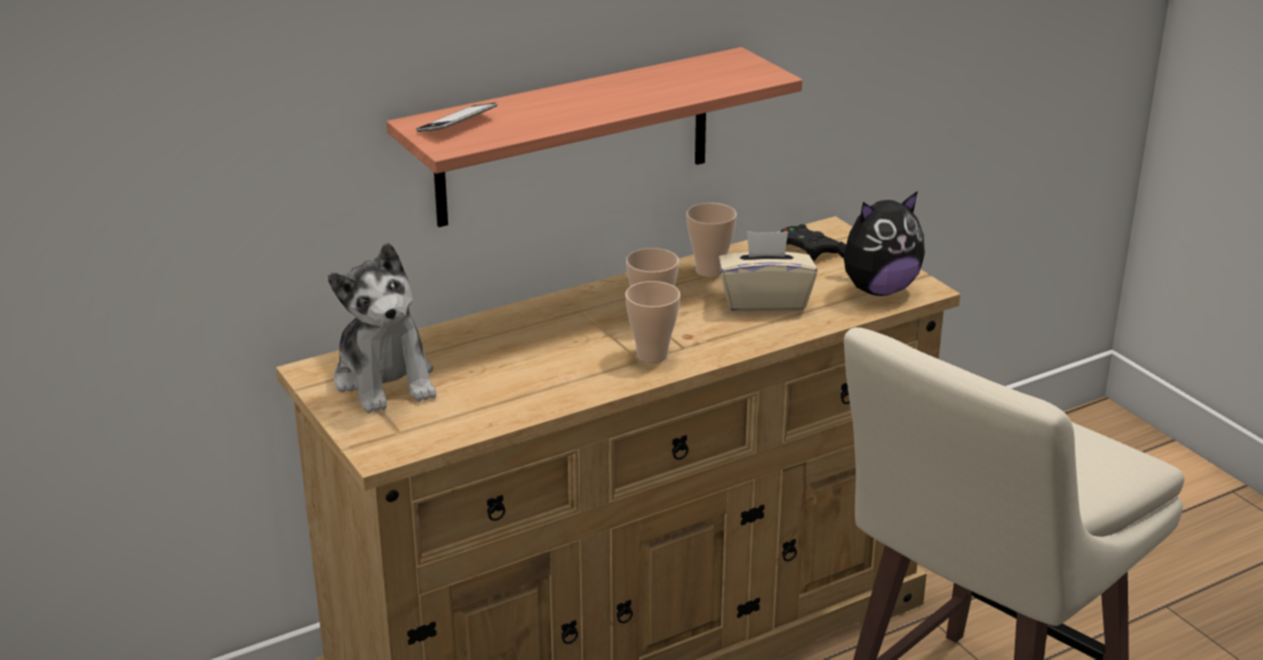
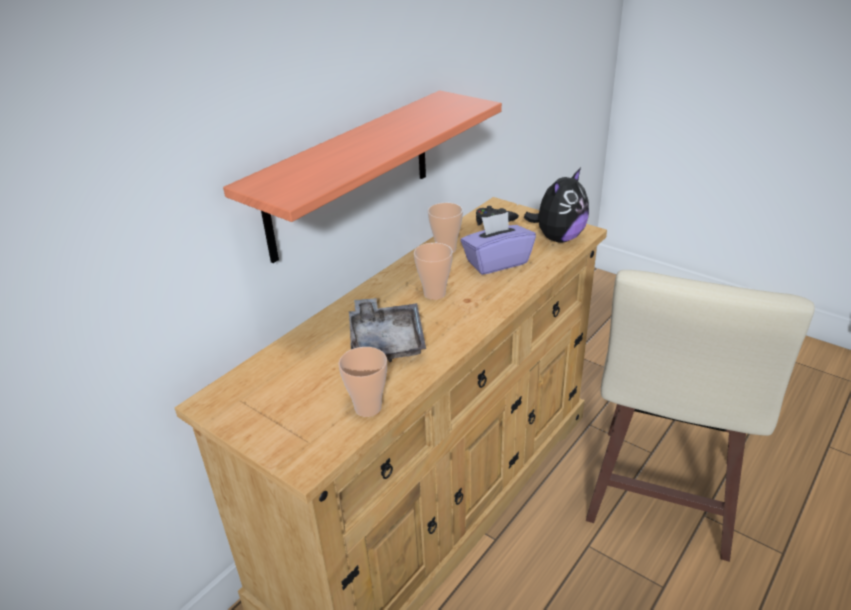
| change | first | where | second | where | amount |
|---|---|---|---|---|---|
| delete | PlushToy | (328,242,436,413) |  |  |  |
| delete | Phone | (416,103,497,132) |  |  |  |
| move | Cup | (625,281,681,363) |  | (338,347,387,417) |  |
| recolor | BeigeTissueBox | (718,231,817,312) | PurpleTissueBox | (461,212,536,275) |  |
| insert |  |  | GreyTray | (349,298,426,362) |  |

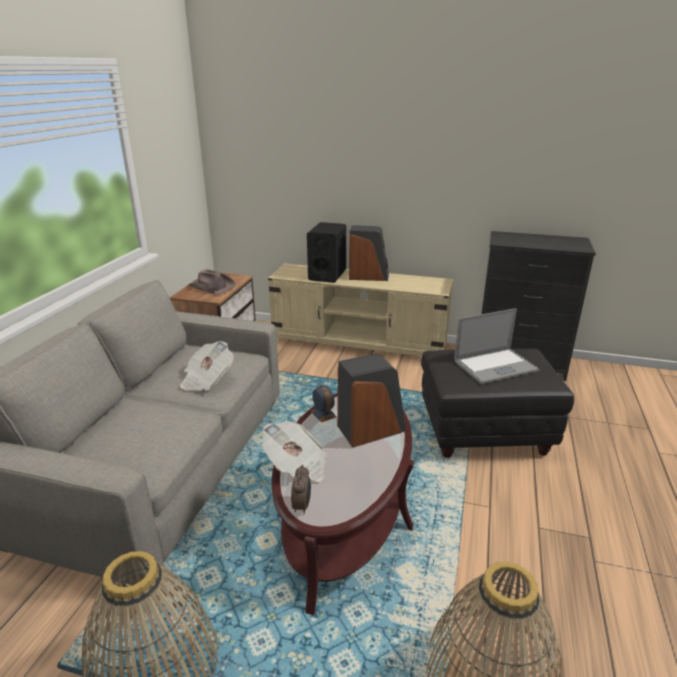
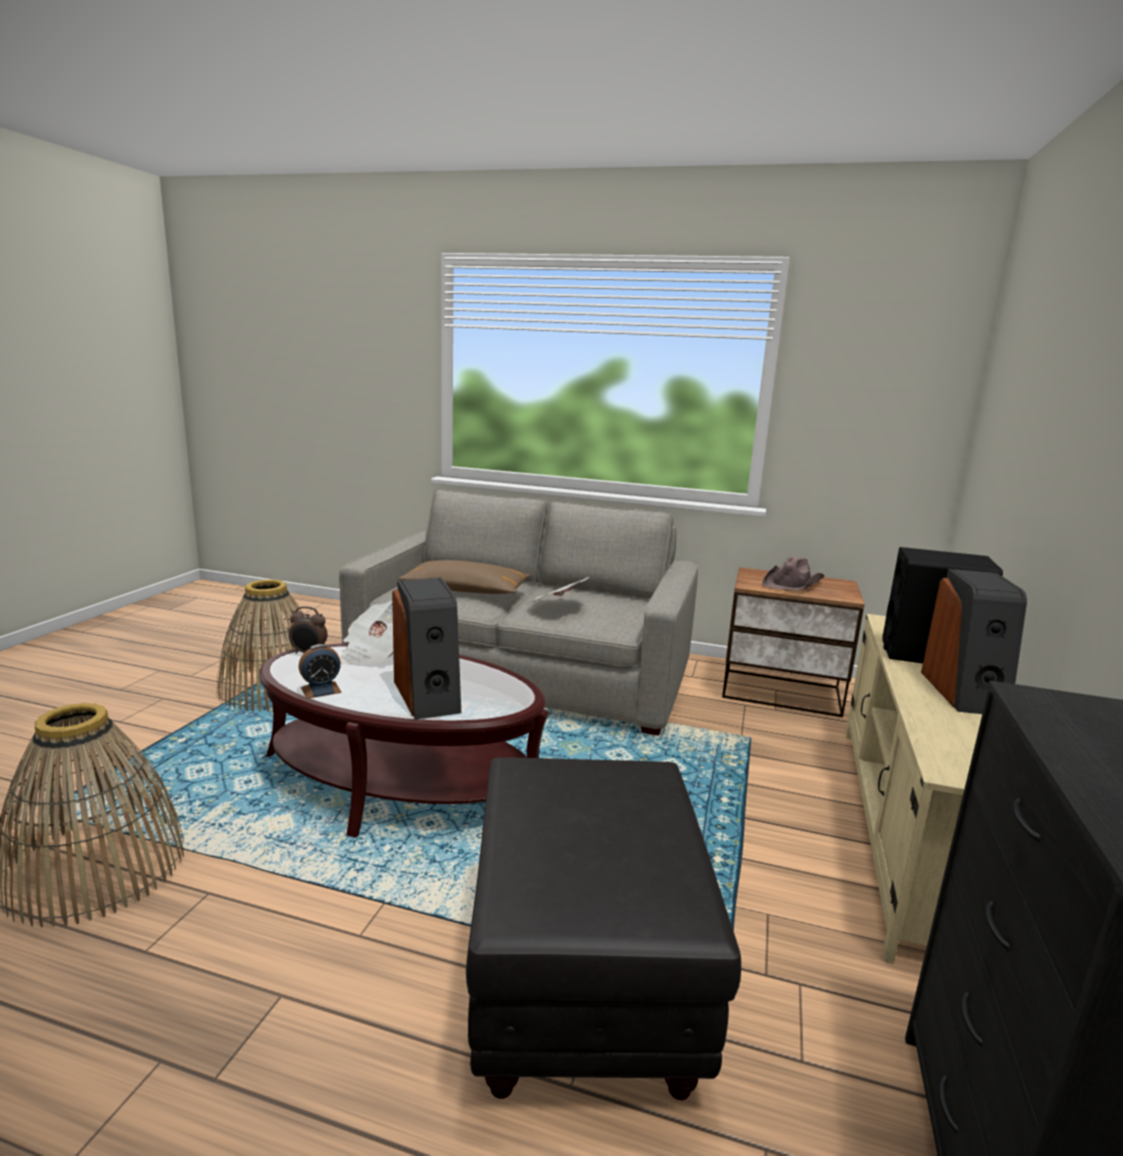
| change | first | where | second | where | amount |
|---|---|---|---|---|---|
| move | AlarmClock | (311,385,337,422) |  | (299,644,342,699) |  |
| delete | Laptop | (454,308,540,384) |  |  |  |
| insert |  |  | BrownPillow | (398,560,531,594) |  |

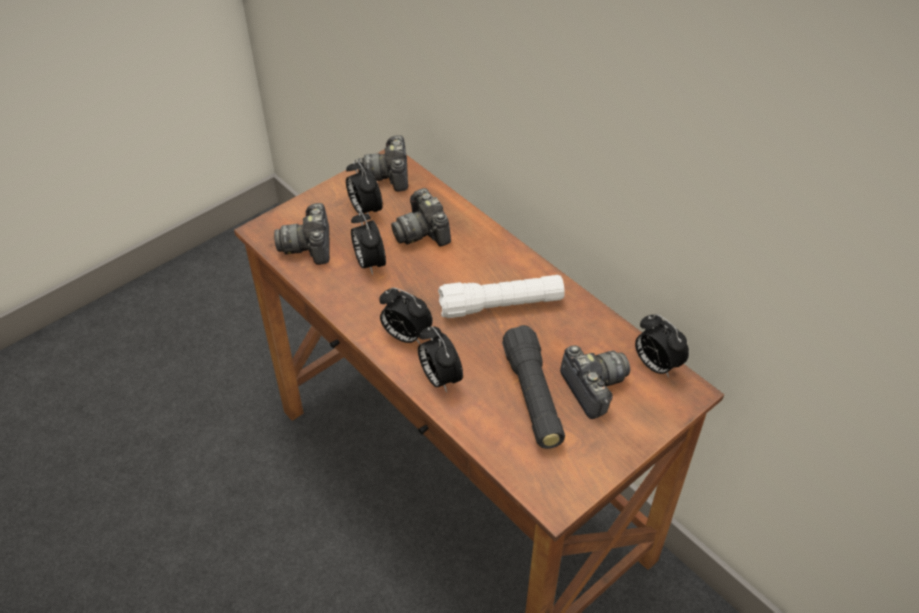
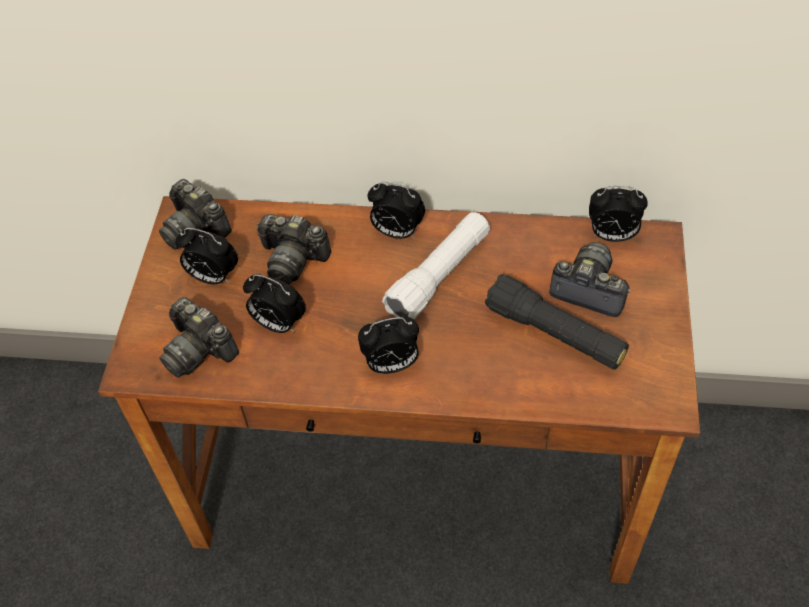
| change | first | where | second | where | amount |
|---|---|---|---|---|---|
| move | AlarmClock | (418,326,463,393) |  | (368,182,425,239) |  |

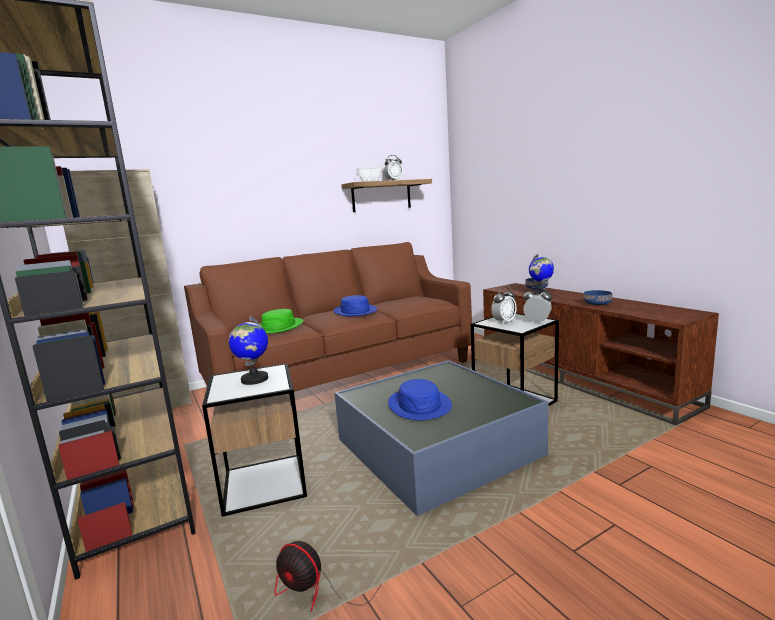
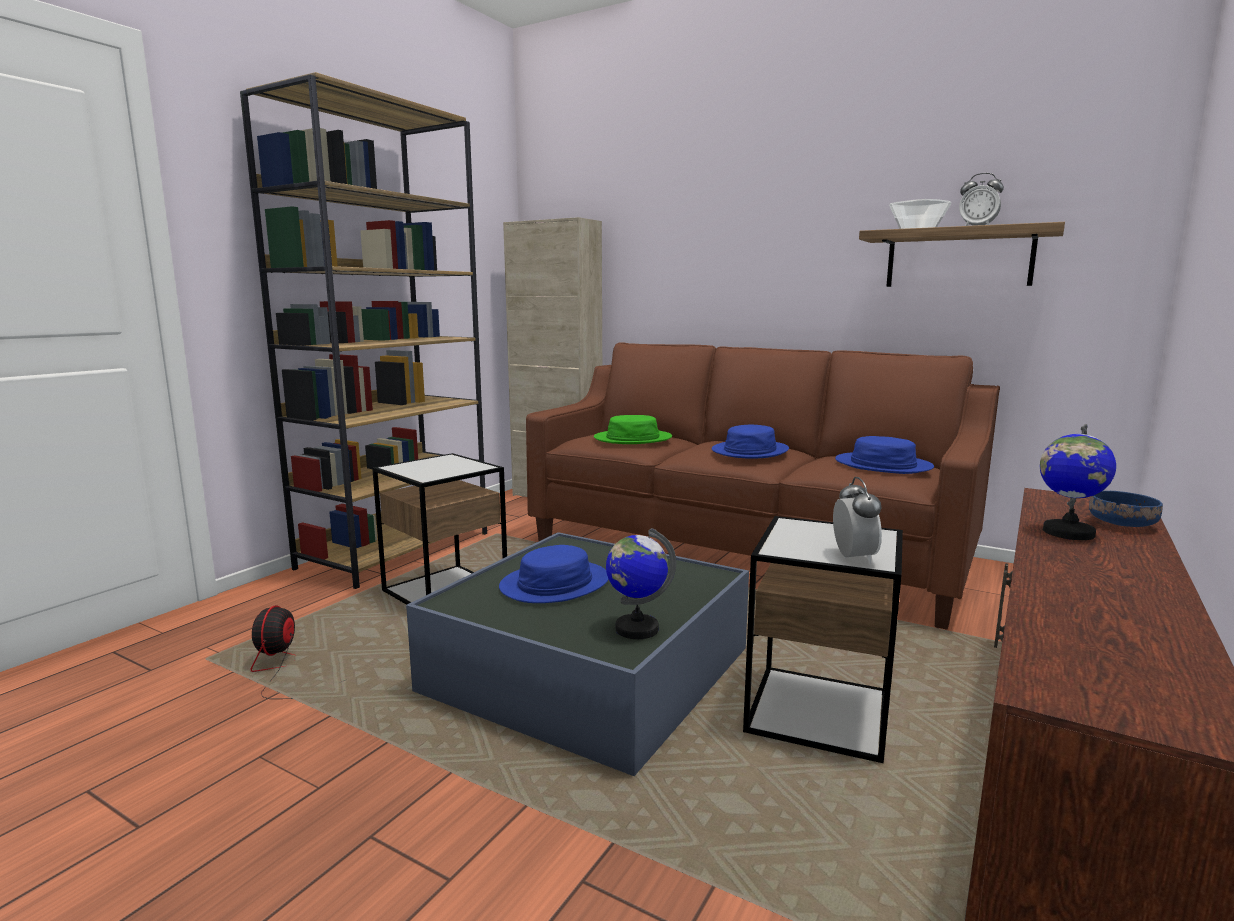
| change | first | where | second | where | amount |
|---|---|---|---|---|---|
| move | Globe | (229,316,268,385) |  | (606,528,676,639) |  |
| delete | AlarmClock | (491,287,517,324) |  |  |  |
| delete | BlueBowl | (583,290,613,305) |  |  |  |
| insert |  |  | BlueHat | (835,436,934,474) |  |

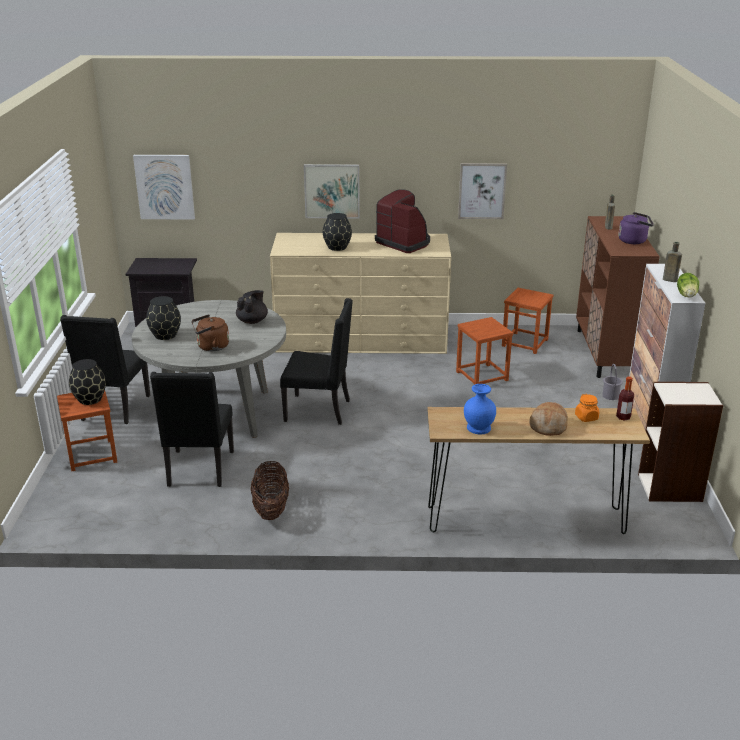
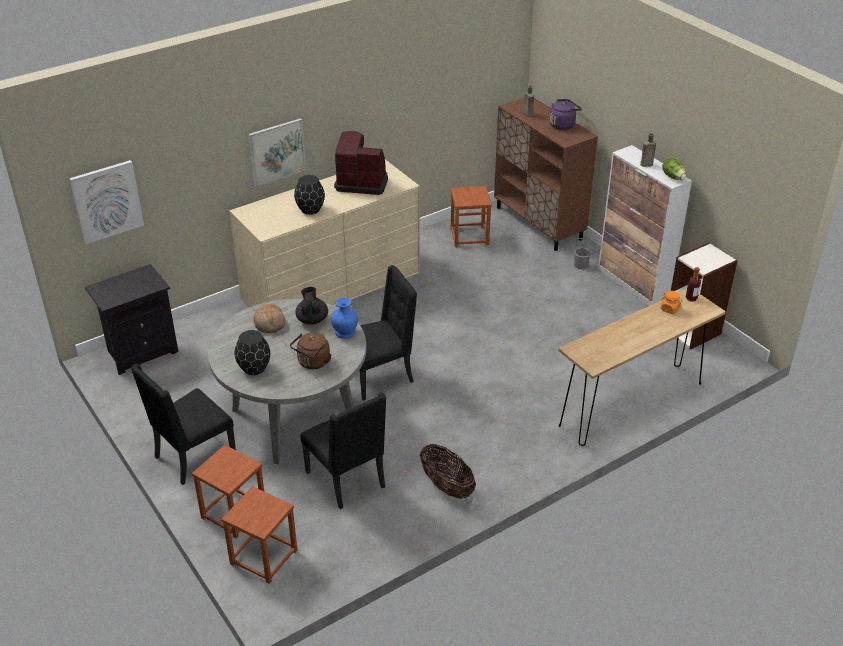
| change | first | where | second | where | amount |
|---|---|---|---|---|---|
| rotate | BlackChair | (60,315,150,424) |  | (131,364,236,485) | 75 degrees clockwise |
| delete | BlackVase | (69,359,106,405) |  |  |  |
| move | BrownStool | (456,317,513,385) |  | (221,486,298,584) |  |
| delete | Picture | (458,163,507,219) |  |  |  |
| move | BlueVase | (464,384,496,434) |  | (331,298,358,339) |  |
| move | Bread | (529,402,568,436) |  | (253,303,286,333) |  |

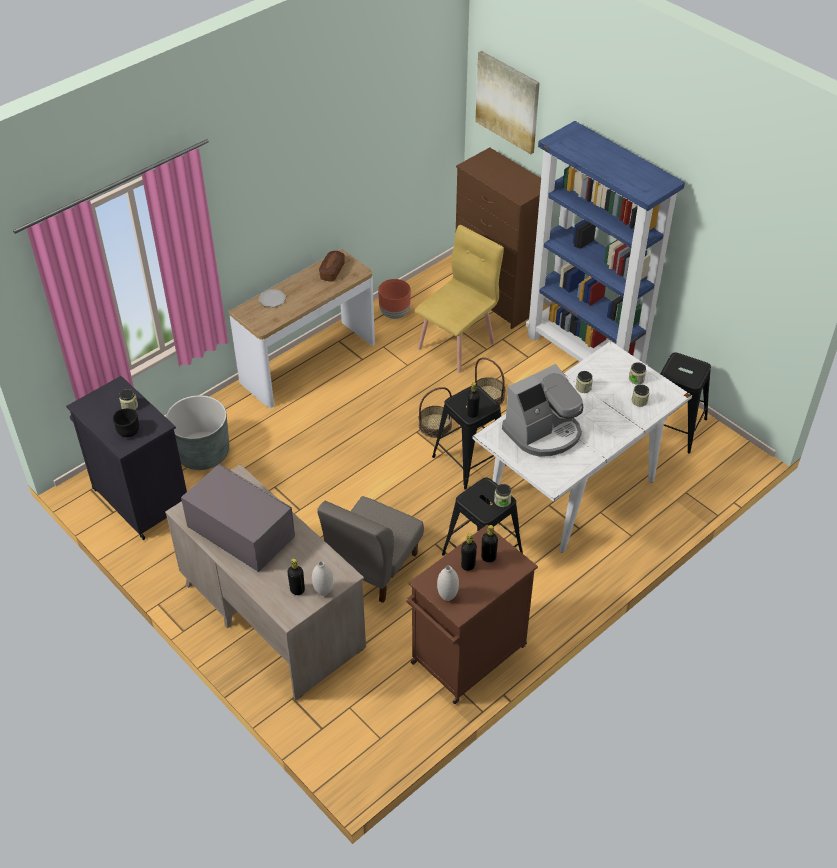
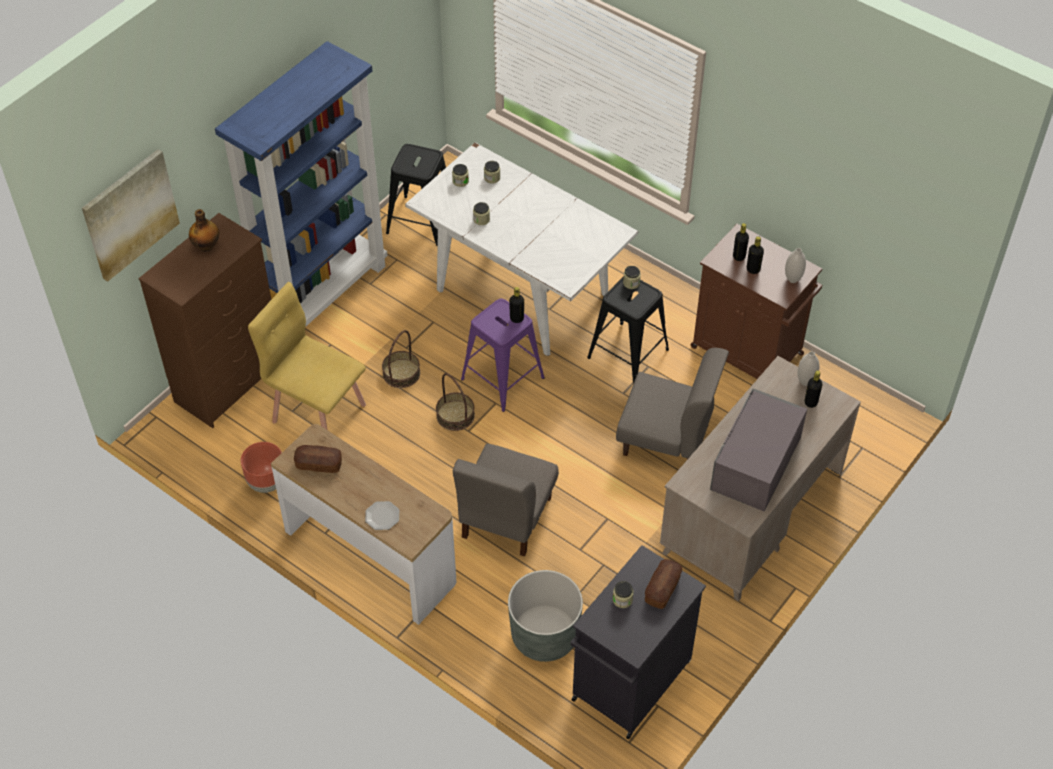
| change | first | where | second | where | amount |
|---|---|---|---|---|---|
| replace | BlackBowl | (113,408,139,437) | Bread | (645,559,682,609) |  |
| recolor | BlackStool | (432,385,507,490) | PurpleStool | (461,298,545,412) |  |
| delete | CoffeeMachine | (502,364,583,457) |  |  |  |
| insert |  |  | Bottle | (189,209,219,252) |  |
| insert |  |  | GreyChair | (453,443,559,557) |  |

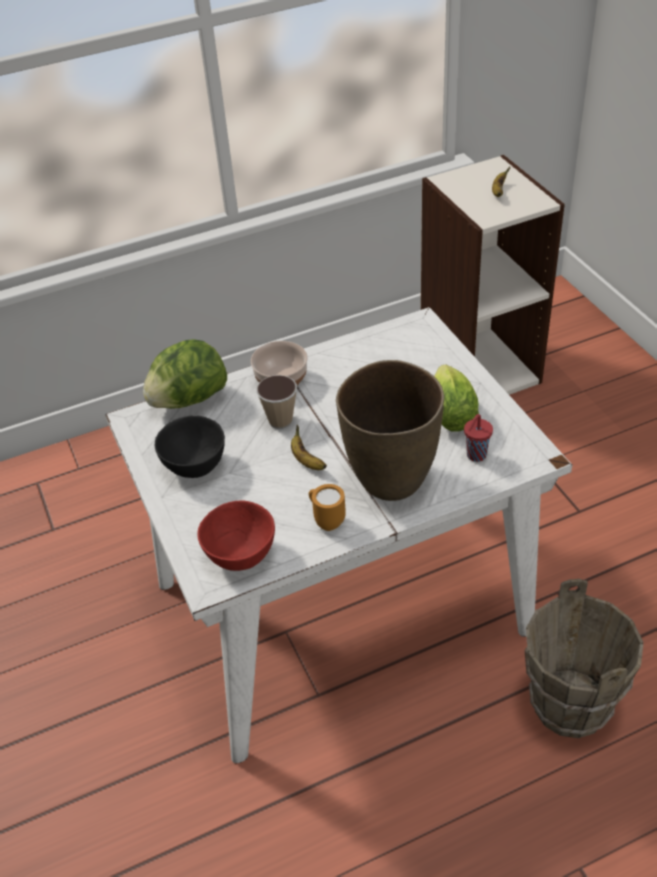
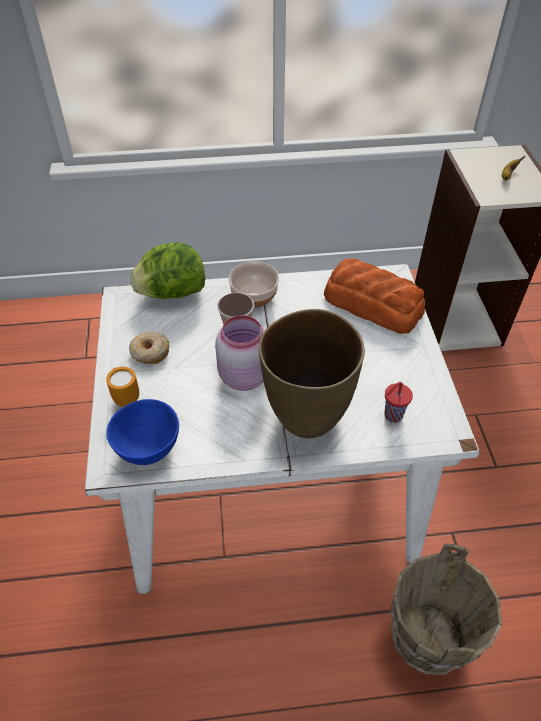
| change | first | where | second | where | amount |
|---|---|---|---|---|---|
| replace | BlackBowl | (155,415,225,478) | Donut | (129,332,169,364) |  |
| recolor | RedBowl | (197,501,275,571) | BlueBowl | (106,399,179,465) |  |
| replace | Banana | (291,425,327,470) | PinkJar | (215,315,265,391) |  |
| move | OrangeMug | (309,484,346,531) |  | (106,367,139,407) |  |
| delete | Lettuce | (434,365,479,432) |  |  |  |
| insert |  |  | Bread | (324,258,425,334) |  |

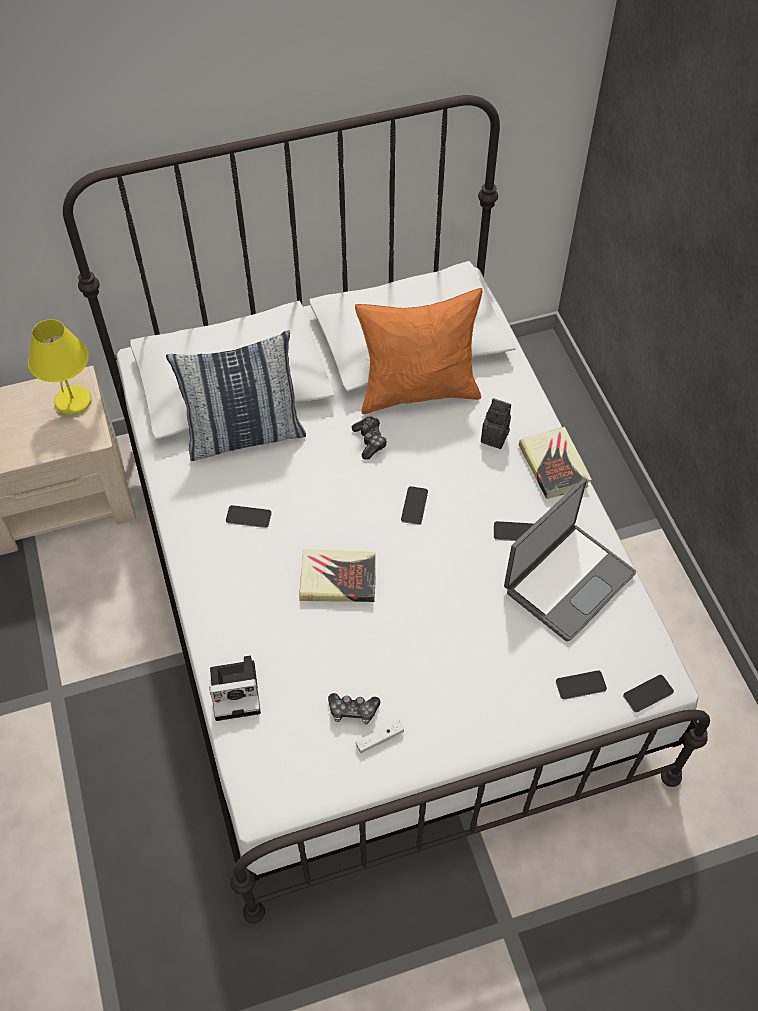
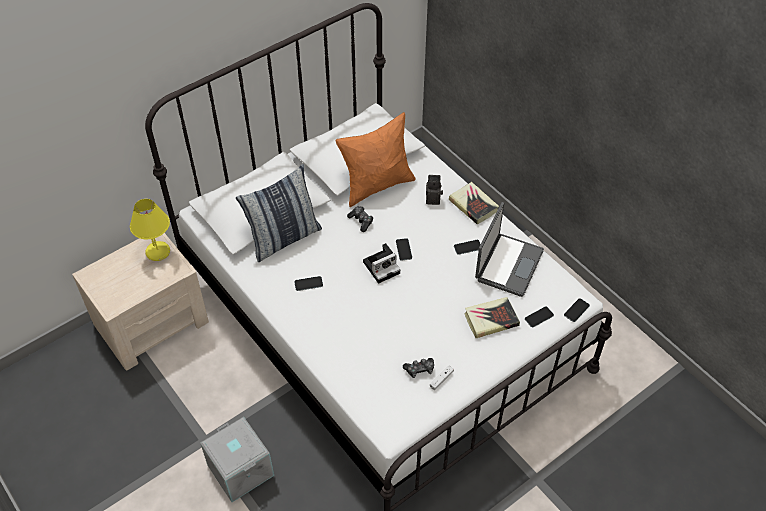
| change | first | where | second | where | amount |
|---|---|---|---|---|---|
| move | PhotoCamera | (209,655,261,721) |  | (363,243,400,284) |  |
| move | Book | (299,549,376,602) |  | (464,297,520,338) |  |
| insert |  |  | GreyStorageBox | (200,417,274,502) |  |

